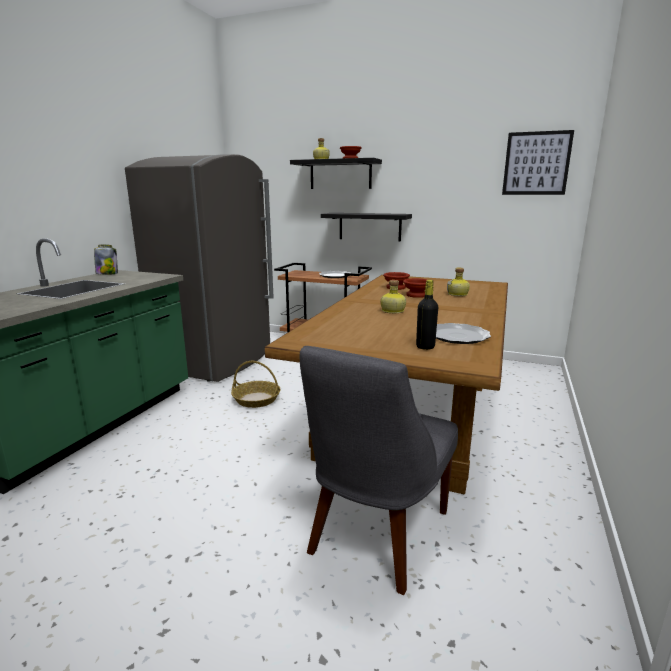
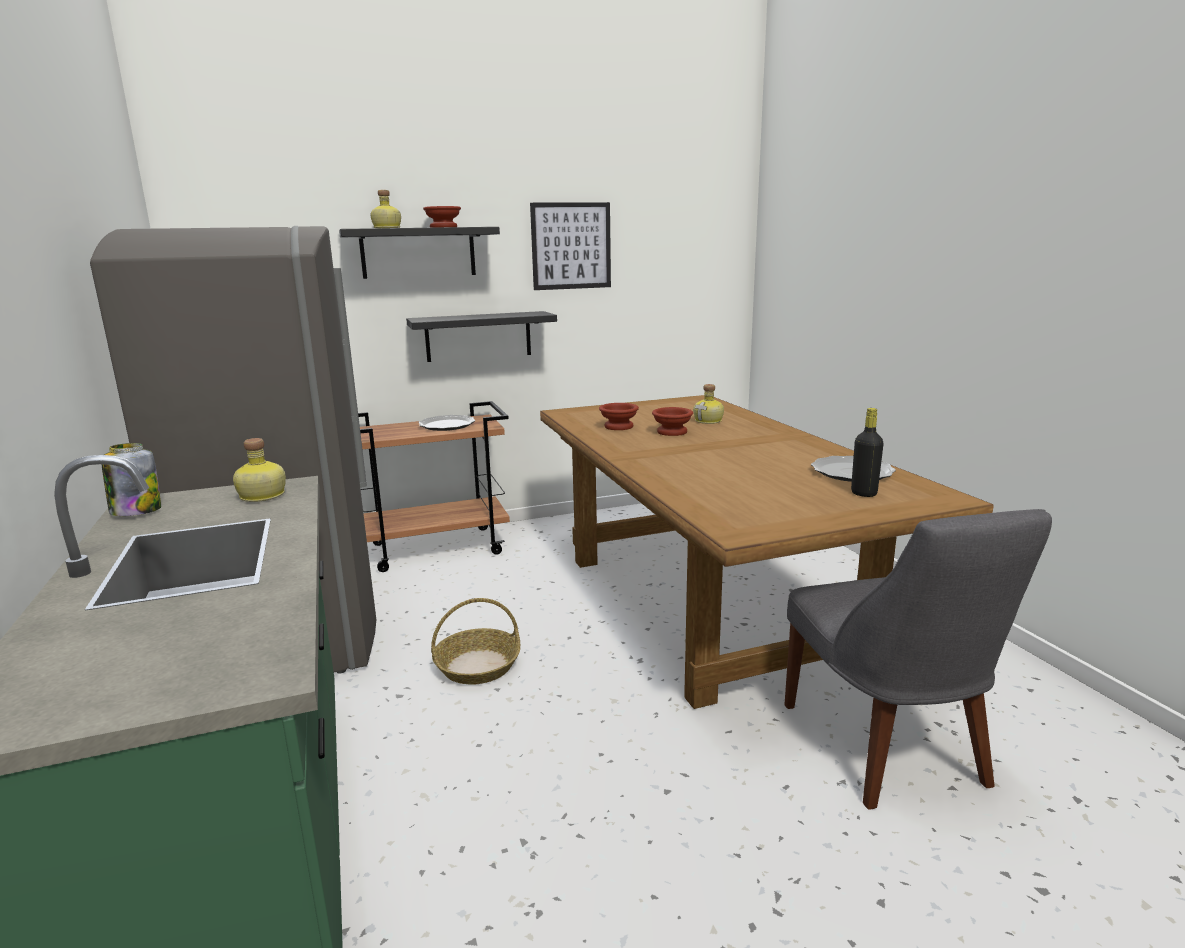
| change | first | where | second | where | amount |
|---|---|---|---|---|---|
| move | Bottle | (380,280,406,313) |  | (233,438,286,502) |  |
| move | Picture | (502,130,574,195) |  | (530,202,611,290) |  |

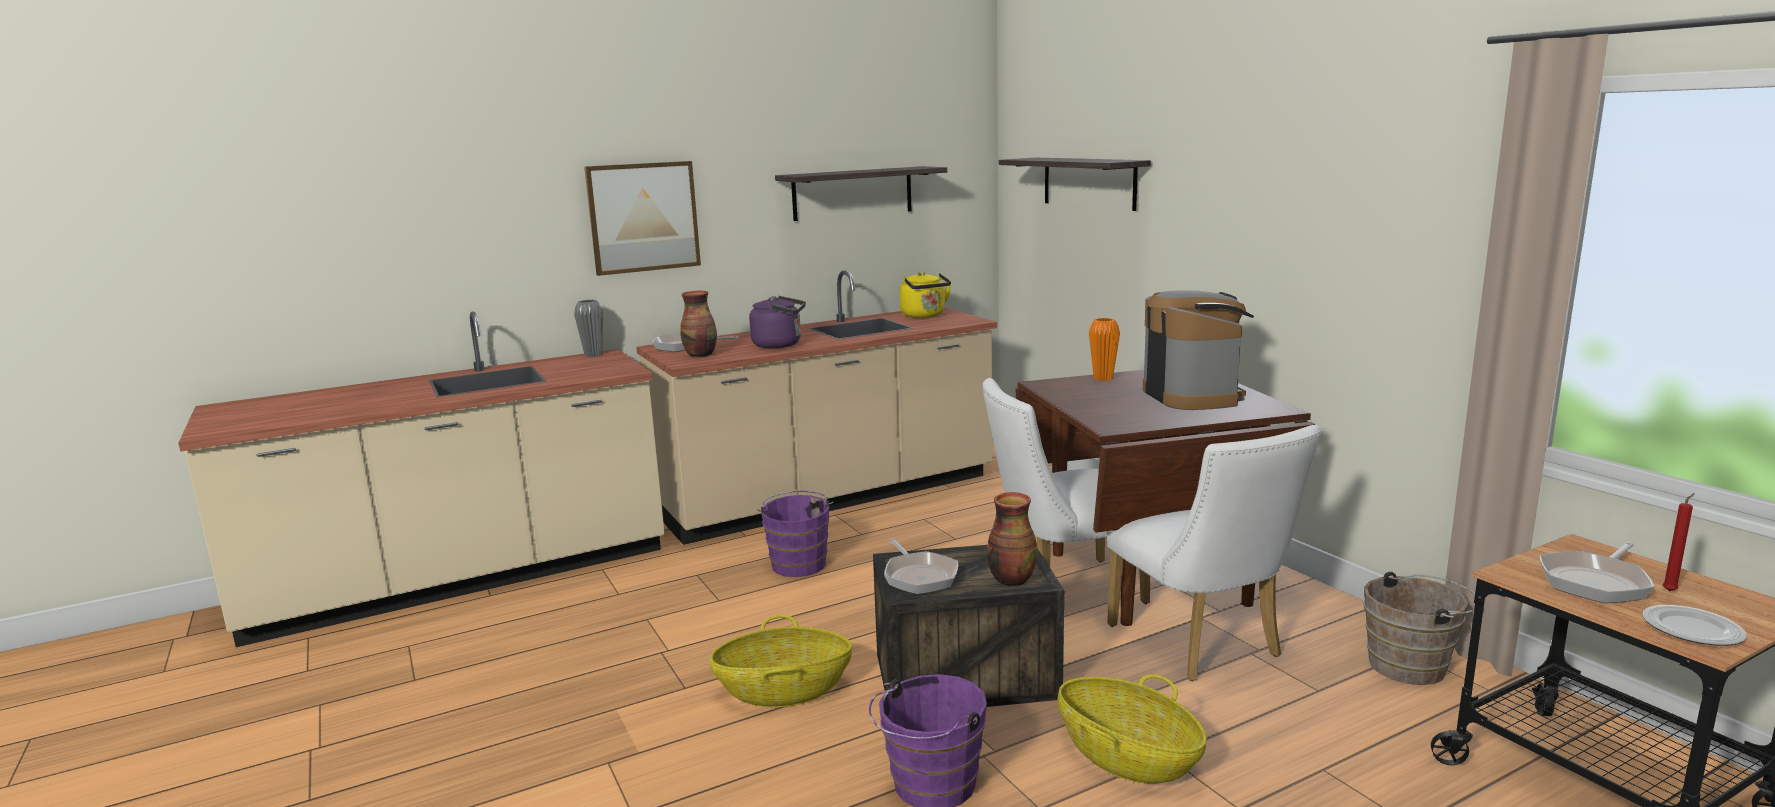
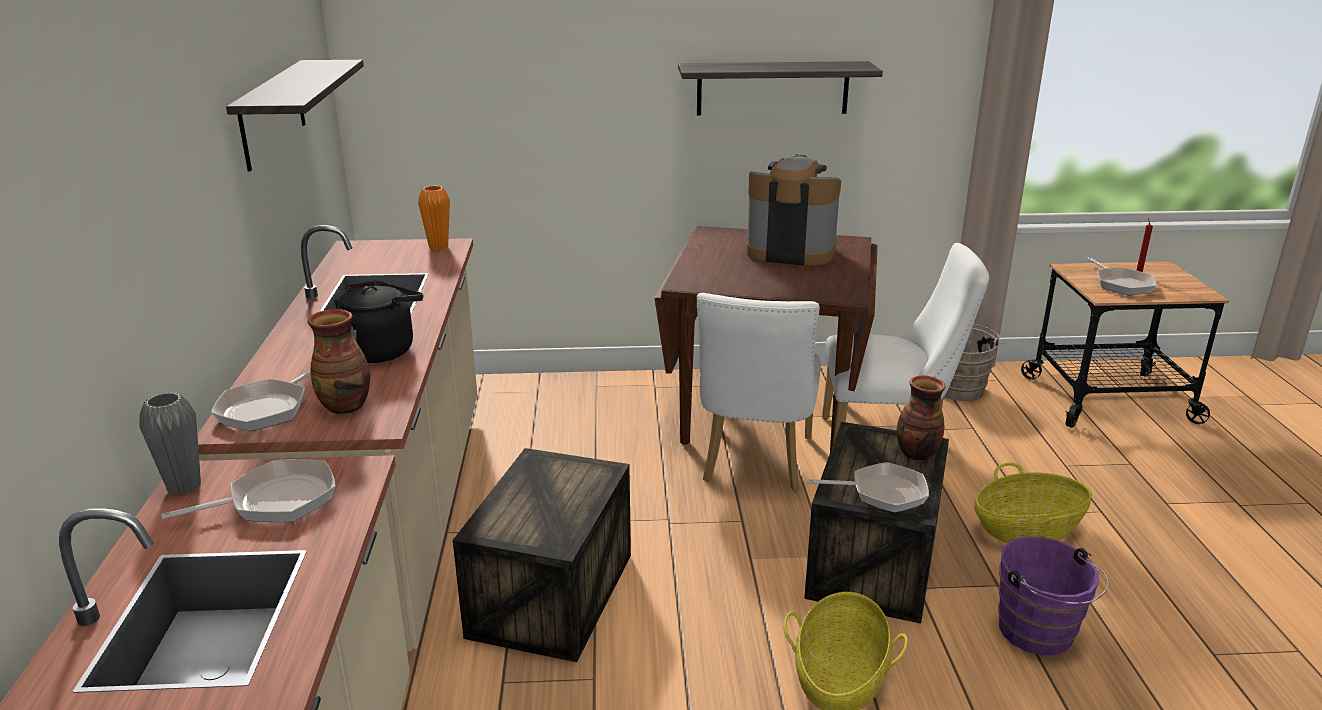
| change | first | where | second | where | amount |
|---|---|---|---|---|---|
| delete | Picture | (584,161,701,276) |  |  |  |
| recolor | PurpleKettle | (749,296,806,348) | BlackKettle | (334,281,423,363) |  |
| replace | PurpleBucket | (758,491,834,577) | Crate | (453,448,631,662) |  |
| delete | YellowKettle | (900,272,951,318) |  |  |  |
| move | Shelf | (999,158,1151,211) |  | (678,61,883,115) |  |
| move | OrangeVase | (1089,318,1120,381) |  | (418,186,450,250) |  |
| delete | Plate | (1643,605,1747,646) |  |  |  |
| insert |  |  | FryingPan | (161,459,335,522) |  |

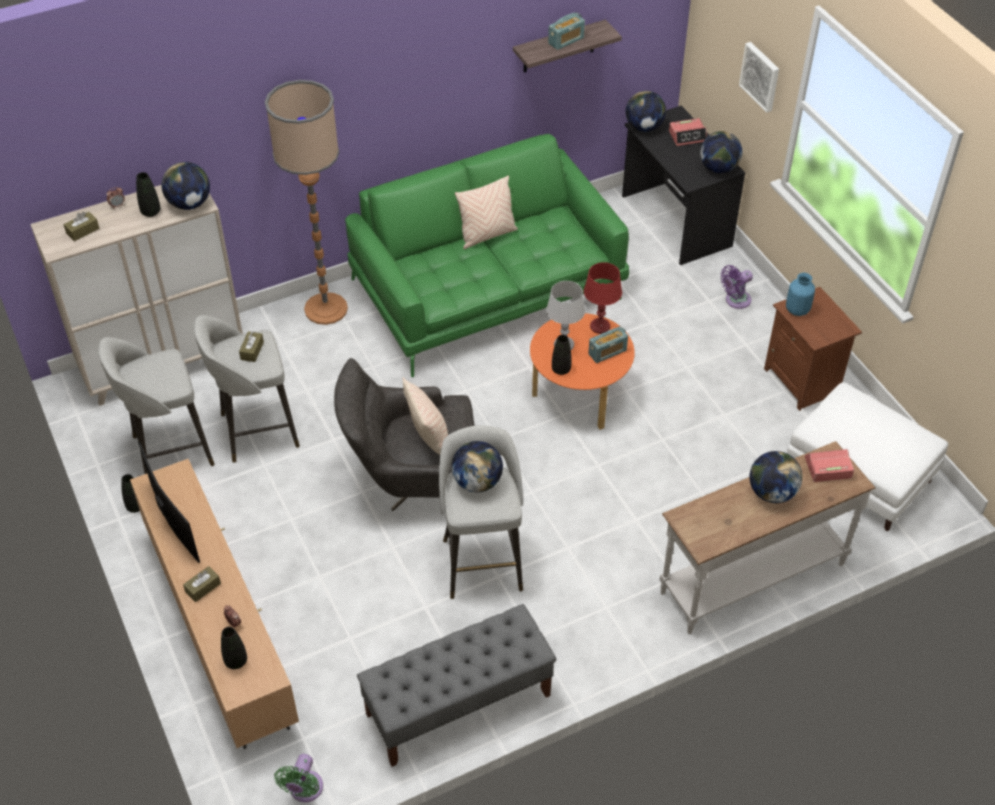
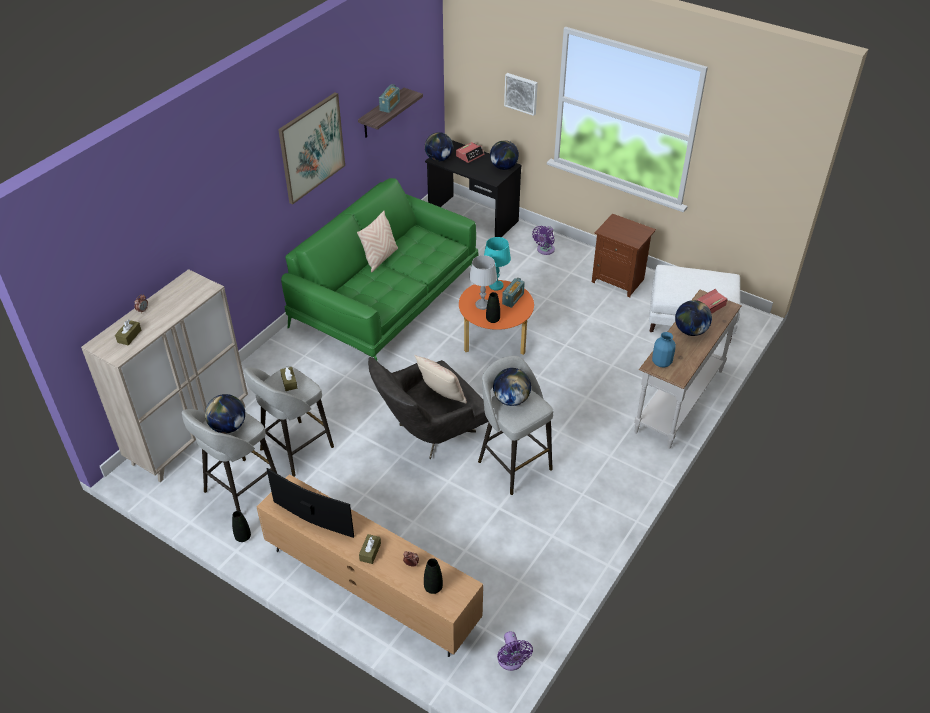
| change | first | where | second | where | amount |
|---|---|---|---|---|---|
| delete | BlackVase | (136,172,161,217) |  |  |  |
| move | Globe | (161,162,210,210) |  | (205,394,245,434) |  |
| delete | FloorLamp | (265,80,348,325) |  |  |  |
| recolor | GreenFan | (274,754,323,802) | PurpleFan | (497,631,533,671) |  |
| delete | GreyBench | (357,604,556,767) |  |  |  |
| recolor | RedTableLamp | (584,262,622,334) | TurquoiseTableLamp | (484,237,511,291) |  |
| move | BlueVase | (786,273,815,316) |  | (652,332,676,368) |  |
| insert |  |  | Picture | (278,92,345,205) |  |

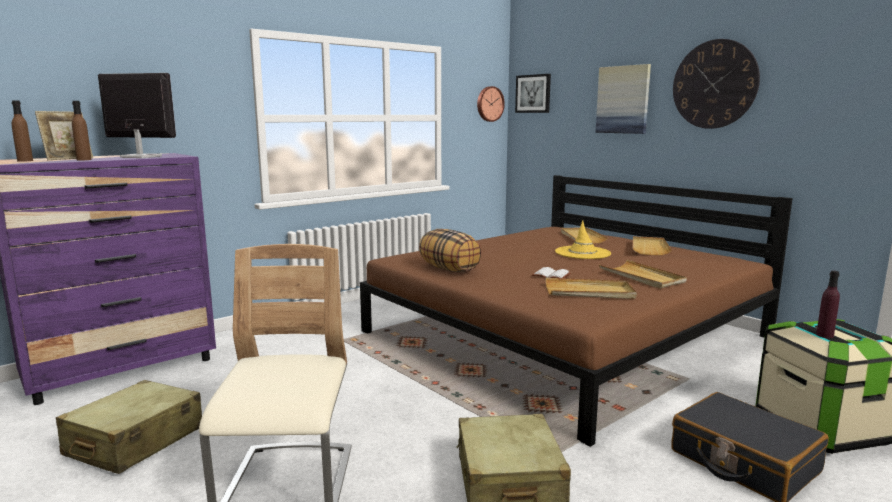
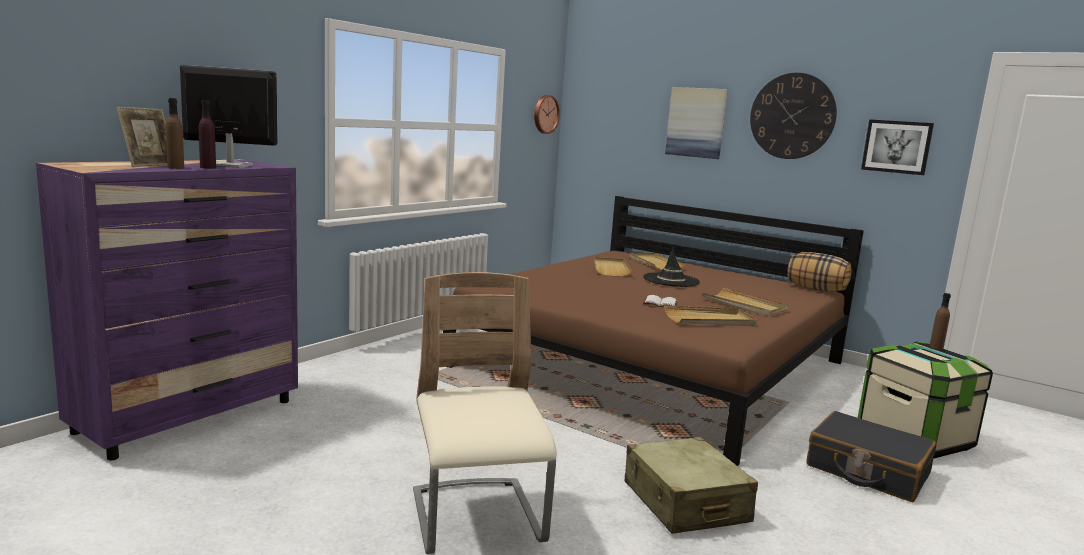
| change | first | where | second | where | amount |
|---|---|---|---|---|---|
| move | BrownBottle | (12,100,33,162) |  | (930,293,951,350) |  |
| delete | BeigeSuitcase | (56,380,202,474) |  |  |  |
| move | Pillow | (419,229,482,272) |  | (787,252,851,292) |  |
| move | Picture | (515,74,551,113) |  | (861,119,934,175) |  |
| recolor | YellowHat | (555,220,611,259) | BlackHat | (643,247,700,287) |  |
| move | BeigeTray | (632,236,672,255) |  | (594,257,632,277) |  |
| move | PurpleBottle | (816,271,840,338) |  | (199,100,216,169) |  |

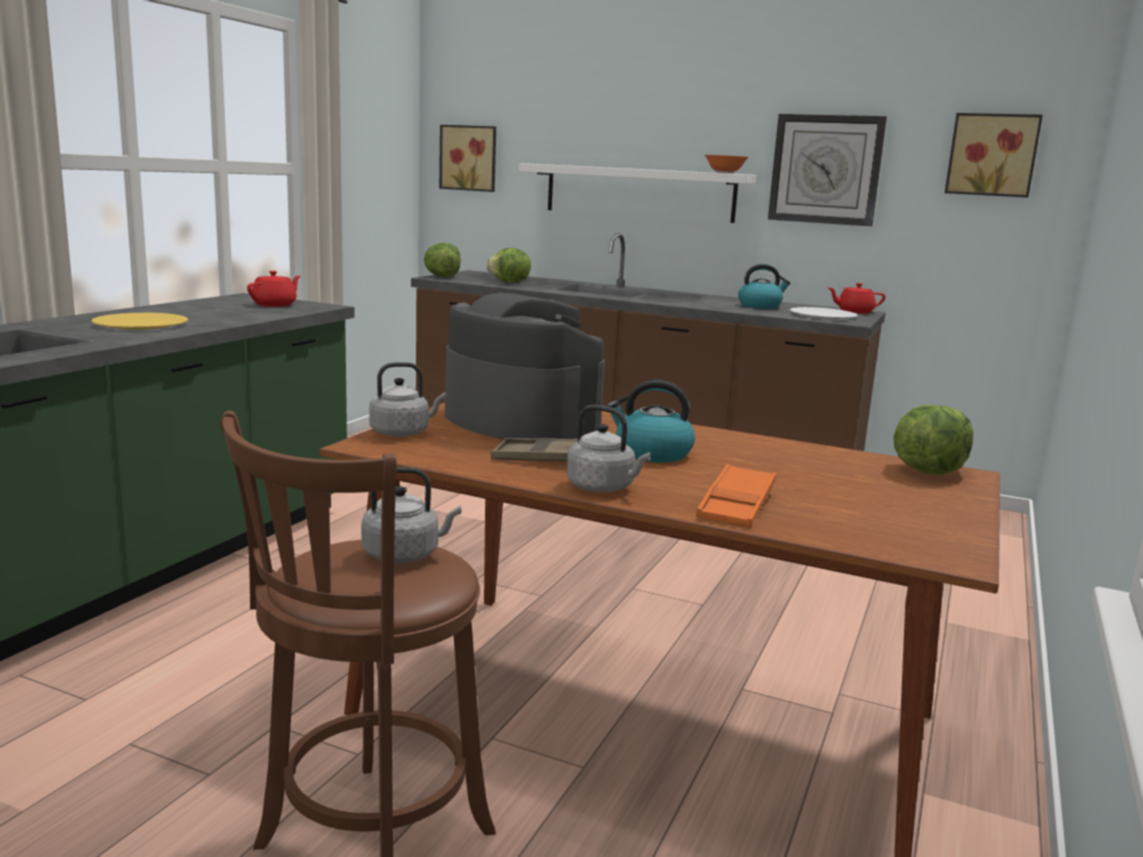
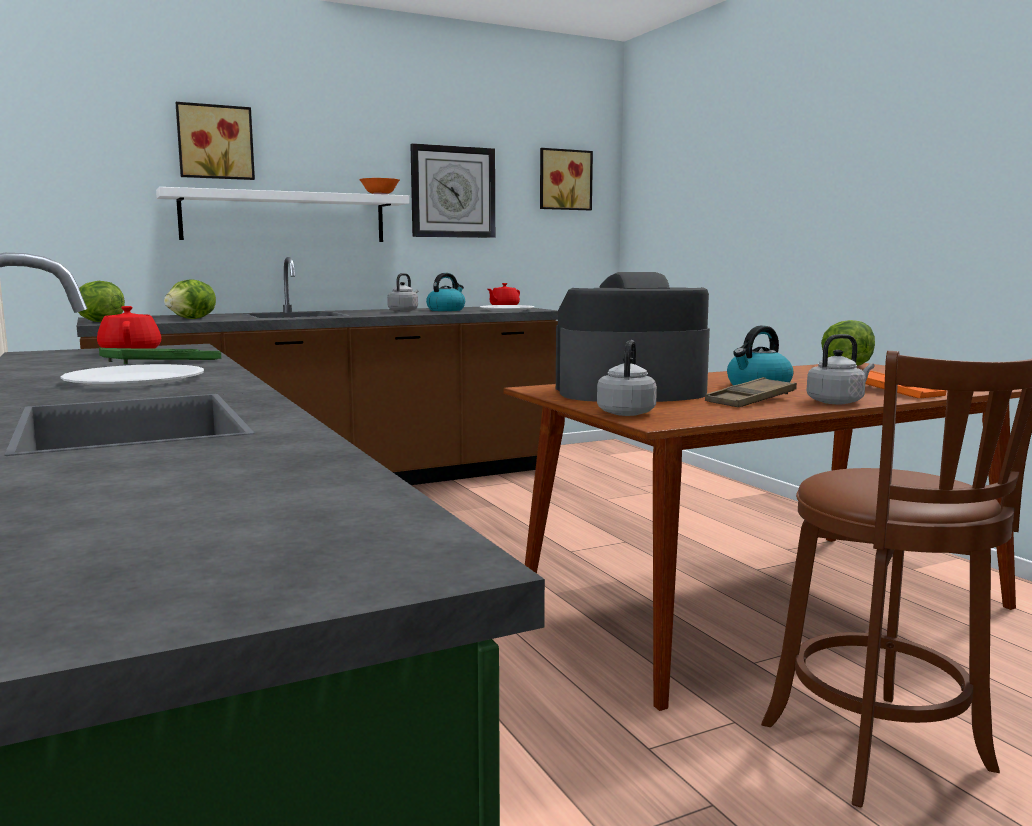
| change | first | where | second | where | amount |
|---|---|---|---|---|---|
| recolor | YellowPlate | (91,313,188,330) | WhitePlate | (60,364,204,387) |  |
| move | GreyKettle | (361,467,461,563) |  | (387,273,418,312) |  |
| move | Picture | (439,125,496,192) |  | (175,102,255,180) |  |
| insert |  |  | GreenTray | (99,348,221,364) |  |

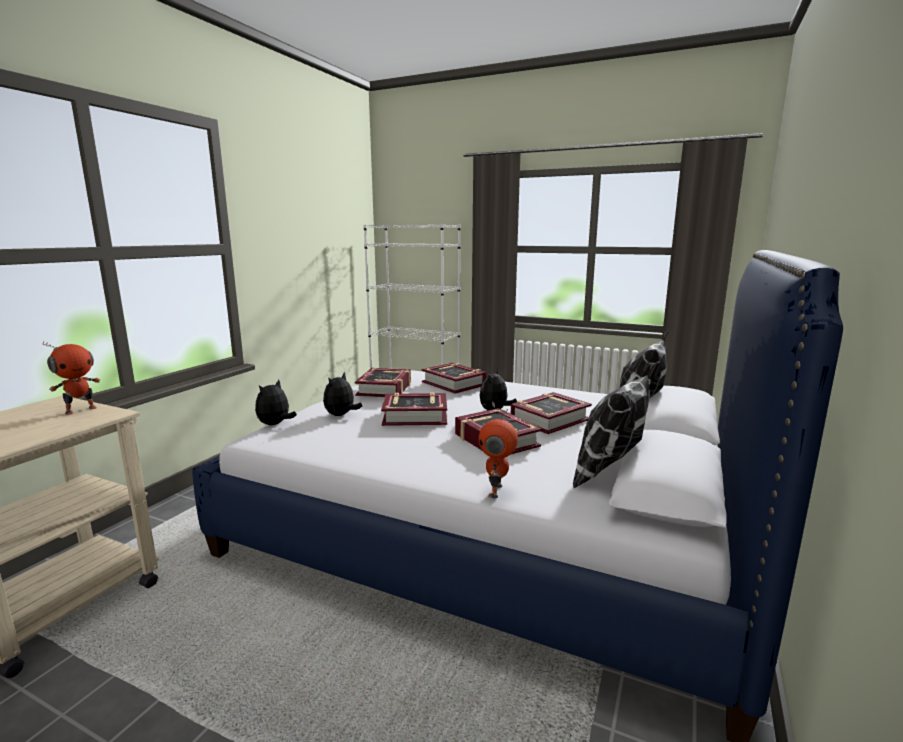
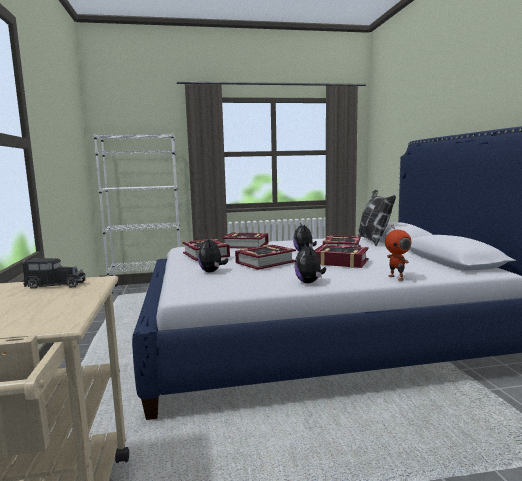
| change | first | where | second | where | amount |
|---|---|---|---|---|---|
| replace | ToyRobot | (43,341,100,415) | ToyTruck | (22,258,85,289) |  |
| move | PlushToy | (255,379,297,425) |  | (295,243,326,283) |  |
| delete | Pillow | (573,362,657,488) |  |  |  |

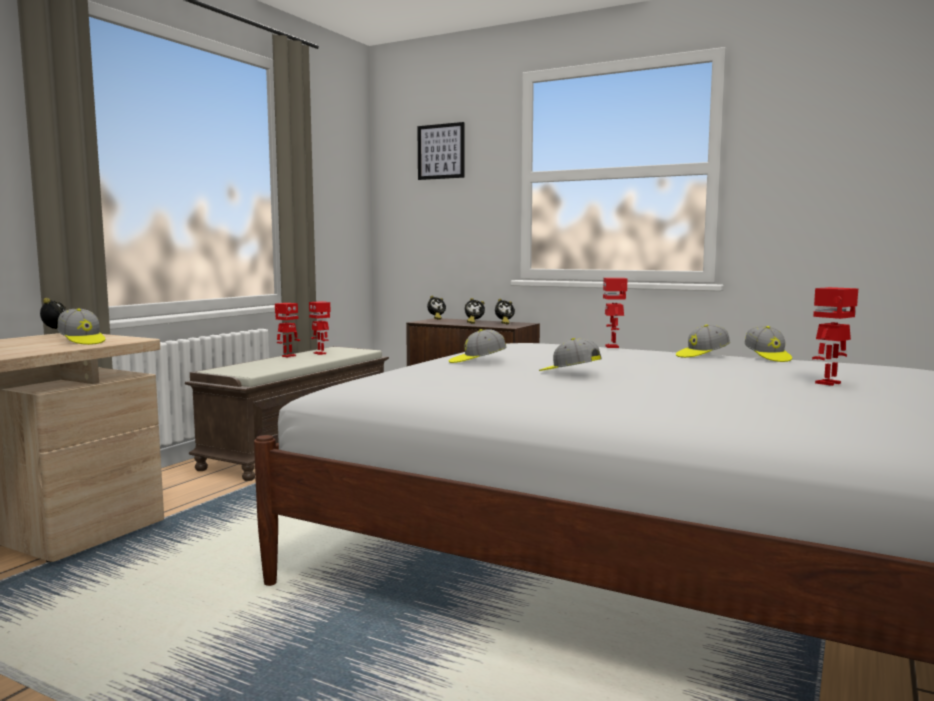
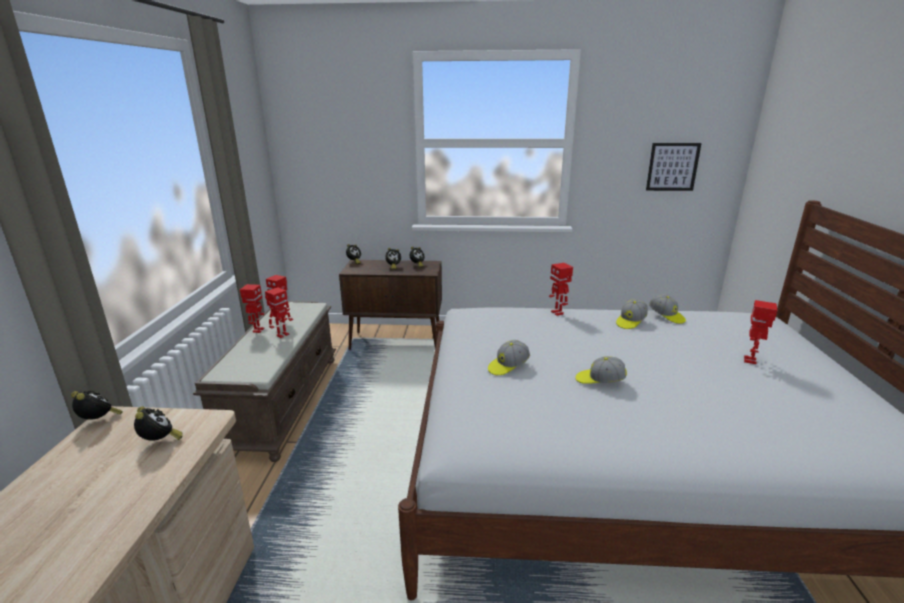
| change | first | where | second | where | amount |
|---|---|---|---|---|---|
| replace | Cap | (57,308,105,345) | AlarmClock | (134,406,183,441) |  |
| move | Picture | (417,122,464,180) |  | (646,143,702,191) |  |
| insert |  |  | ToyRobot | (265,287,293,338) |  |

